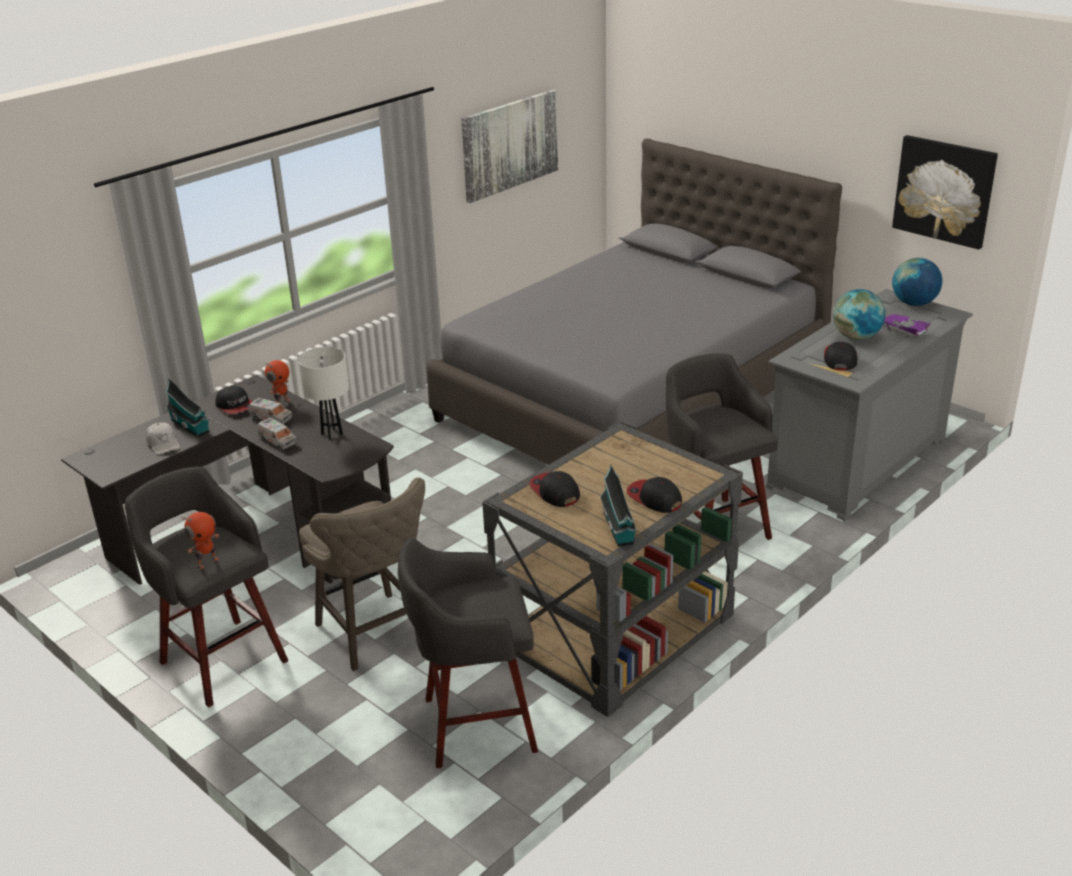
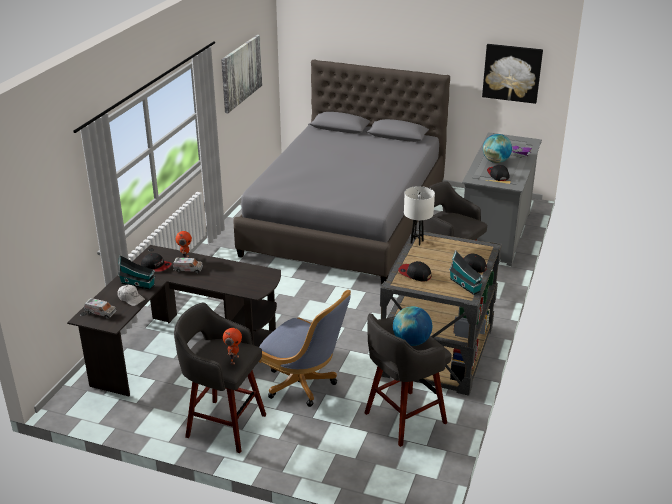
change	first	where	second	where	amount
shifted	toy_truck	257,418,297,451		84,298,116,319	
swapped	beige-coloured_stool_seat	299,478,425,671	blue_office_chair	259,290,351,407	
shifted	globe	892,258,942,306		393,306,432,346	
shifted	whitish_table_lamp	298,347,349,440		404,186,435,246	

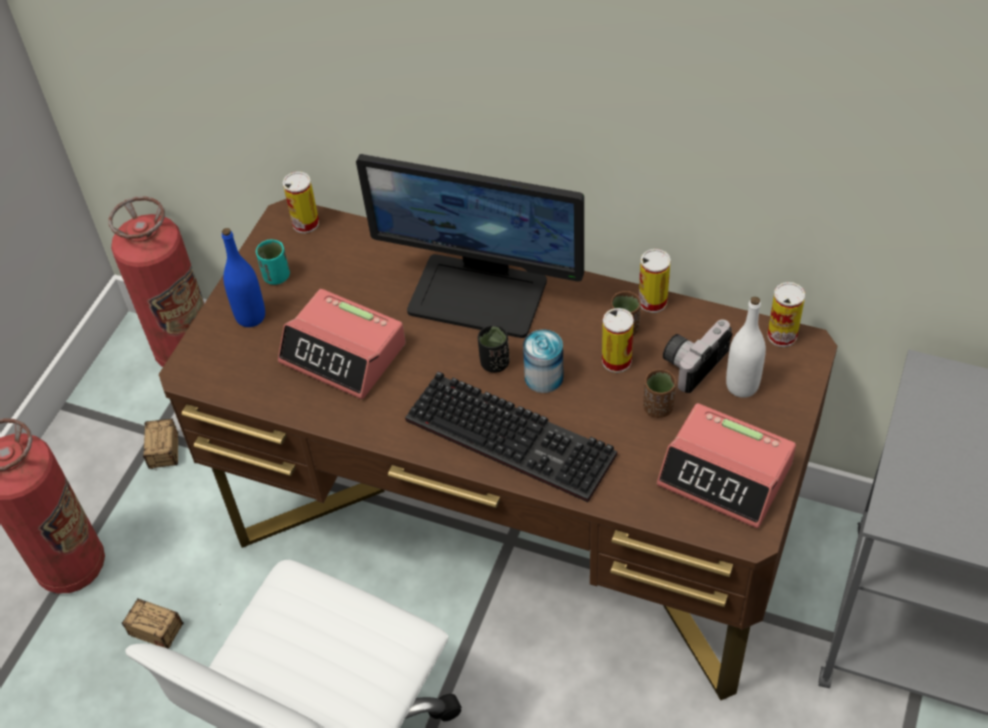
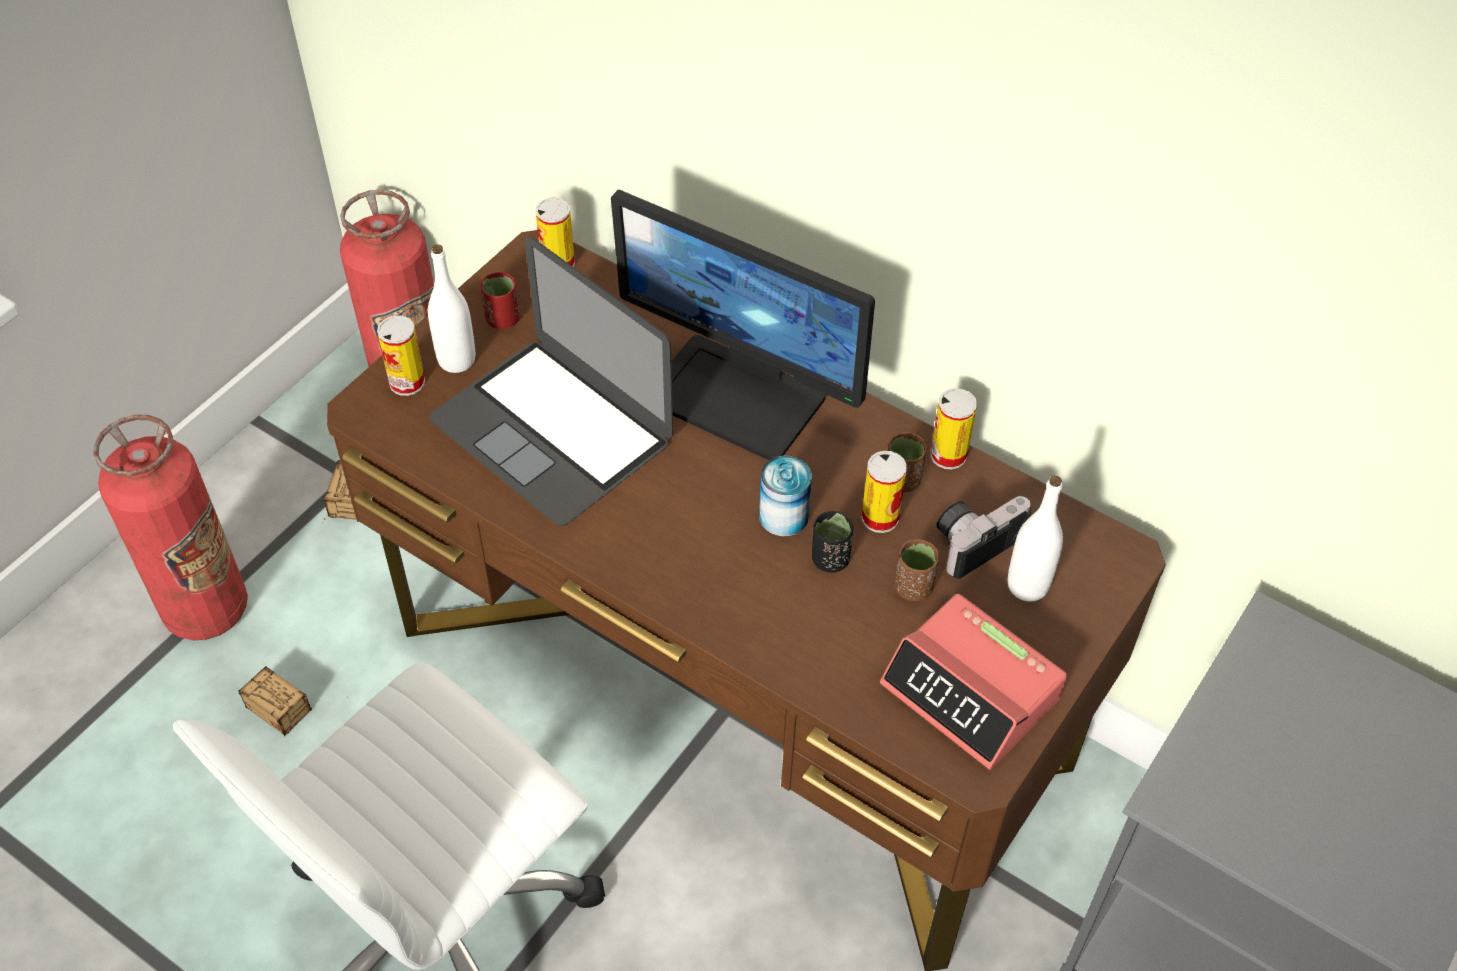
change	first	where	second	where	amount
shifted	metal_can	767,282,805,347		377,315,425,396	
repainted	blue_bottle	222,228,265,327	whitish_bottle	428,244,475,373	
swapped	alarm_clock	278,289,406,399	notebook_computer	430,236,673,526	
repainted	turquoise-coloured_drinking_cup	256,239,290,285	red-coloured_drinking_cup	481,272,520,329	
shifted	blackish_drinking_cup	478,325,510,373		812,511,853,573	
gone	PC_keyboard	405,371,617,502			

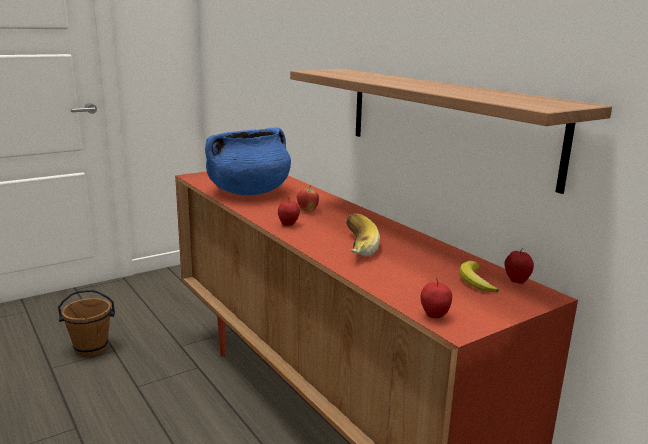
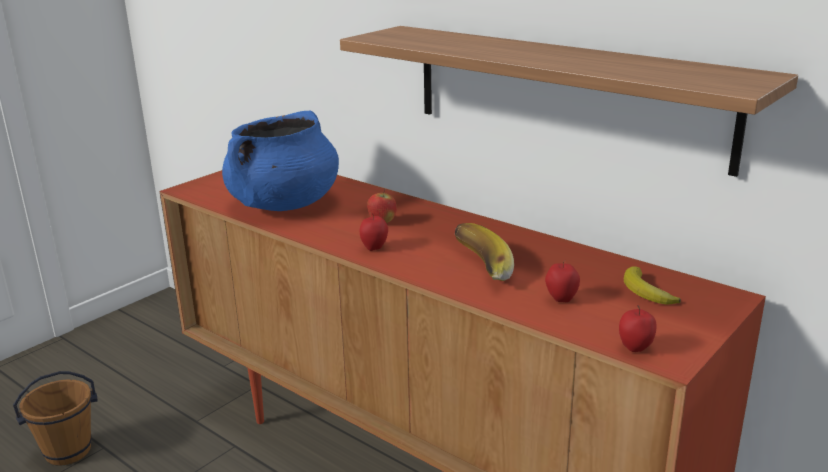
change	first	where	second	where	amount
shifted	apple	504,248,534,284		545,259,580,302	

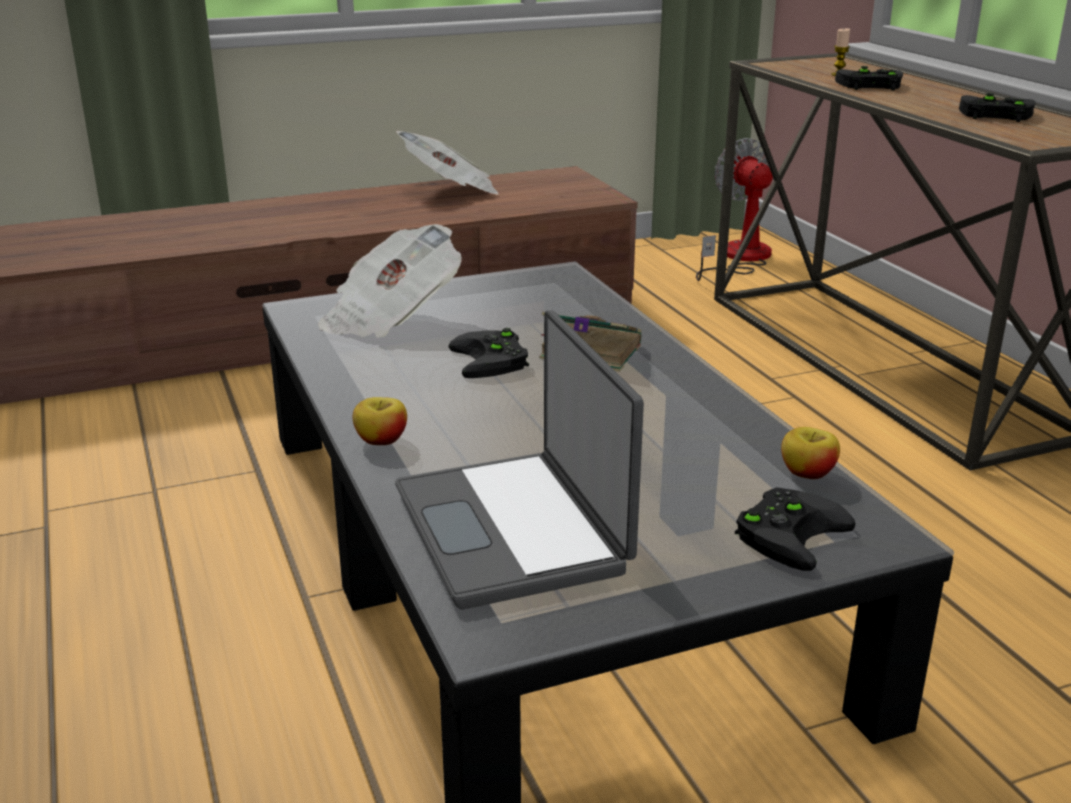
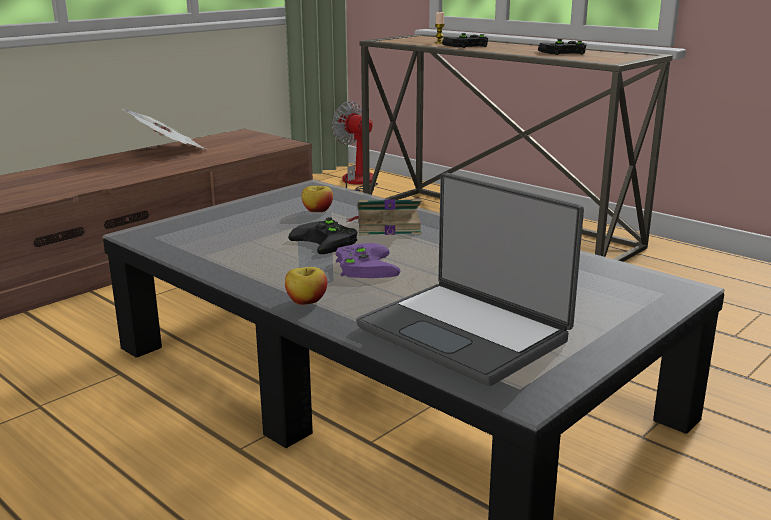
change	first	where	second	where	amount
shifted	apple	781,427,840,479		301,186,333,212	
new			purplish_gamepad	336,243,401,278	
gone	daily_paper	318,224,462,338			
gone	blackish_gamepad	735,487,856,571			

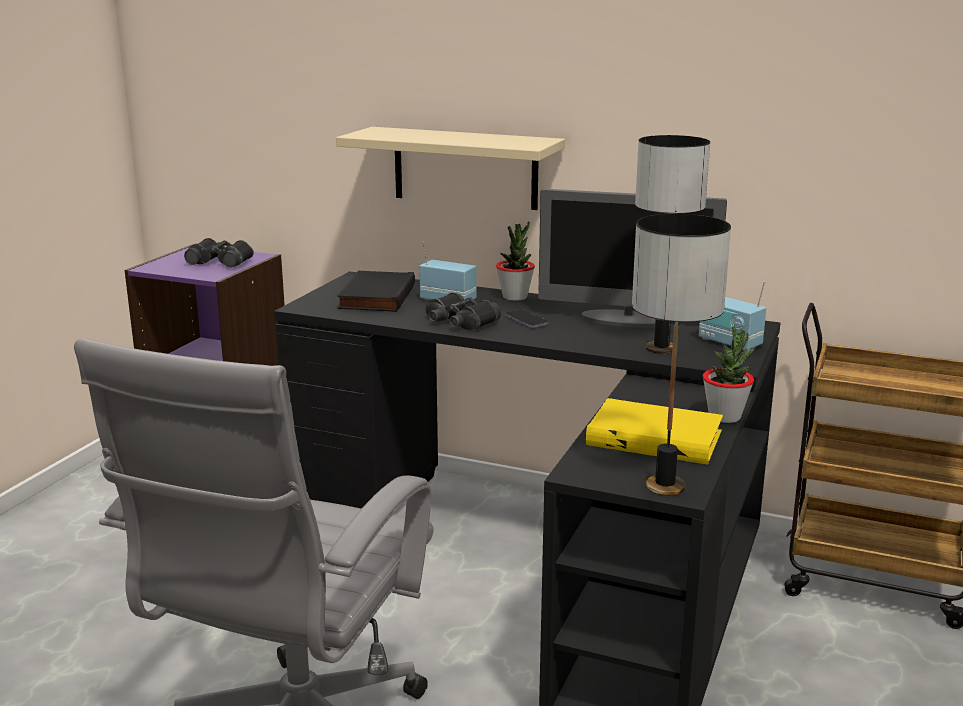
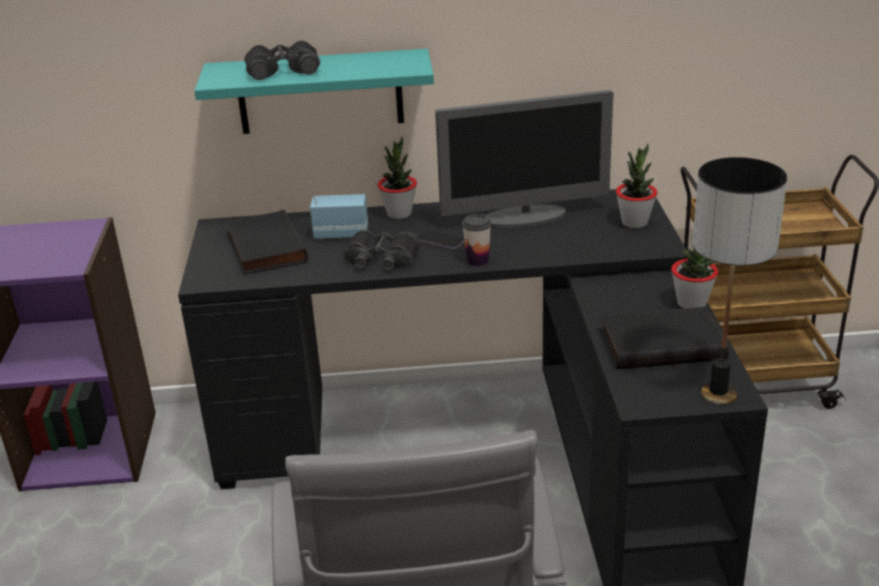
change	first	where	second	where	amount
repainted	beige-coloured_shelf	336,127,565,210	turquoise-coloured_shelf	195,49,434,134	
shifted	blackish_field_glasses	184,238,254,268		244,41,320,80	
new			drinking_cup	462,214,492,266	
repainted	yellowish_book	586,398,723,464	blackish_book	600,307,729,369	
swapped	radio_set	699,282,766,351	potted_plant	616,144,657,228	
gone	table_lamp	635,135,710,354			

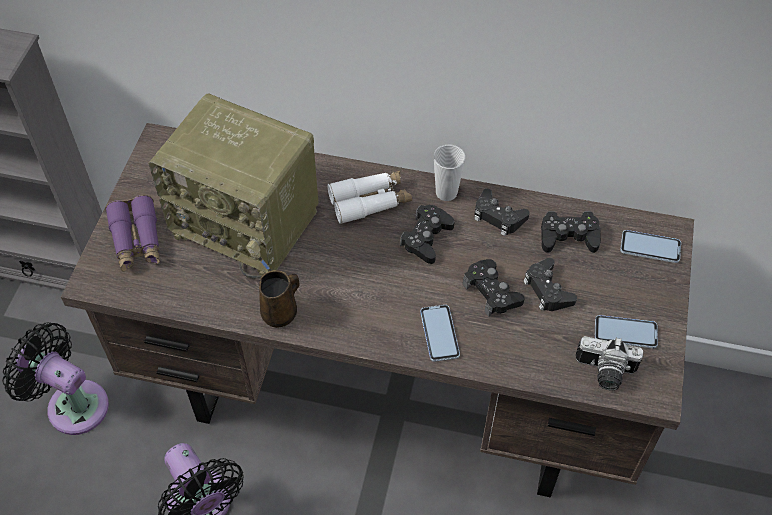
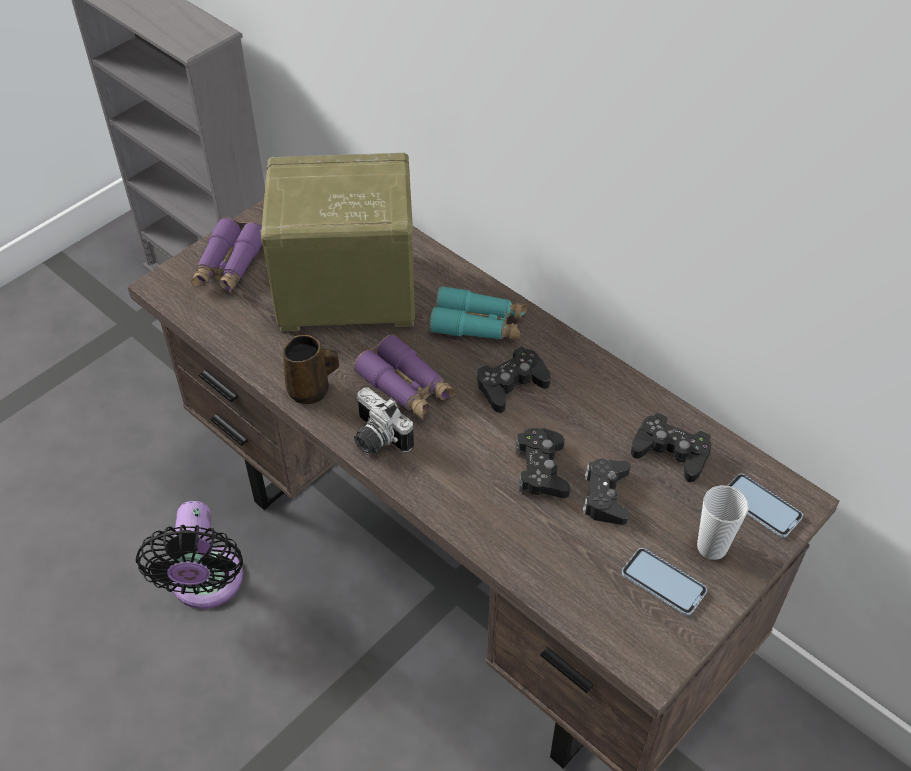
change	first	where	second	where	amount
rotated	radio_set	148,93,319,279		261,153,415,332	120 degrees clockwise
new			purplish_field_glasses	354,334,455,419	
shifted	photo_camera	576,336,643,390		354,387,414,455	
repainted	whitish_field_glasses	327,171,412,224	turquoise-coloured_field_glasses	430,286,527,340	
shifted	drinking_cup	434,145,465,201		697,485,749,560	
gone	blackish_electric_fan	2,322,109,435			
gone	telephone	420,305,460,362			
gone	blackish_gamepad	474,189,529,236			

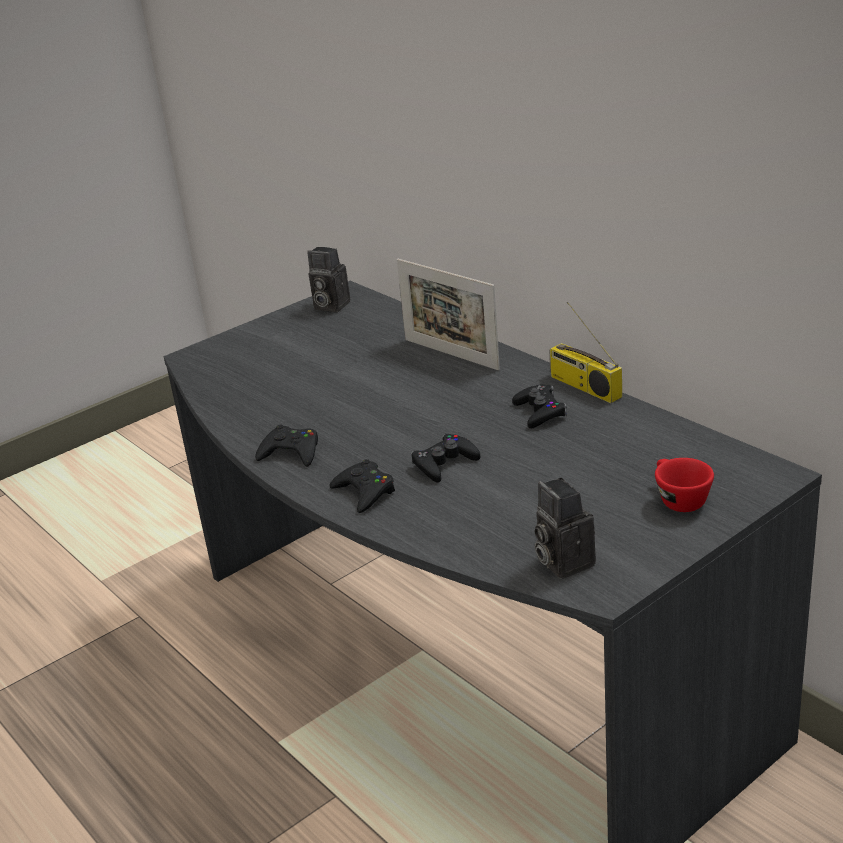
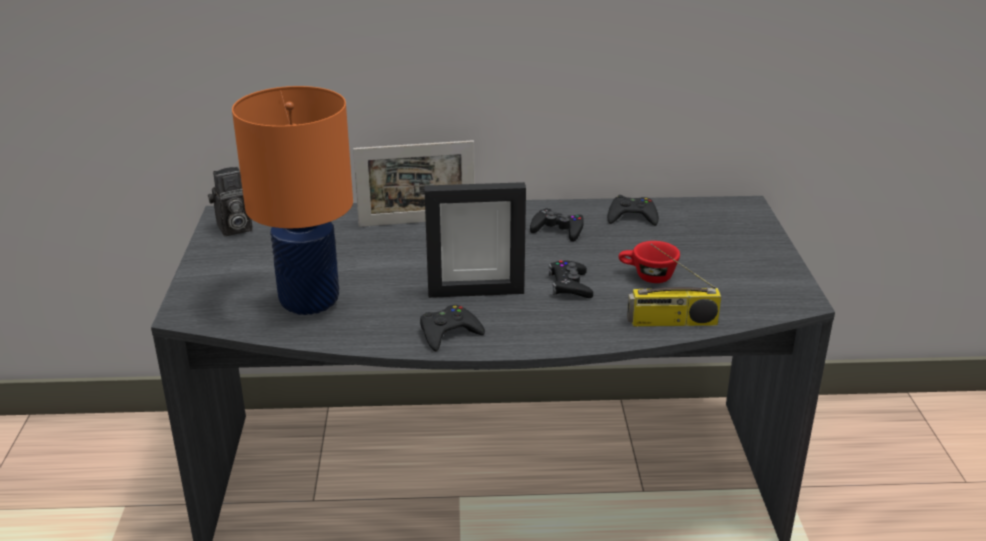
change	first	where	second	where	amount
new			orange-coloured_table_lamp	232,86,353,315	
new			photo_frame	424,182,526,298	
shifted	blackish_gamepad	330,459,395,513		607,195,659,226	
shifted	red-coloured_drinking_cup	655,458,714,512		619,241,680,283	
shifted	radio_set	549,302,622,403		627,244,721,327	
gone	photo_camera	534,477,596,579			

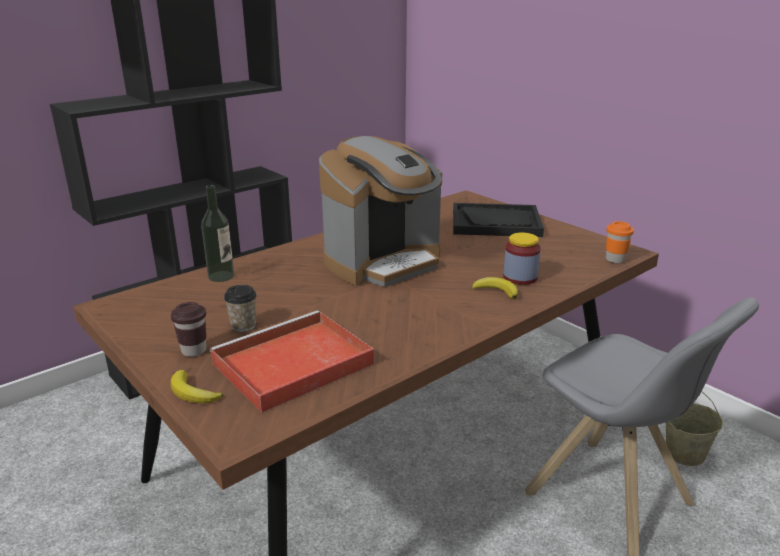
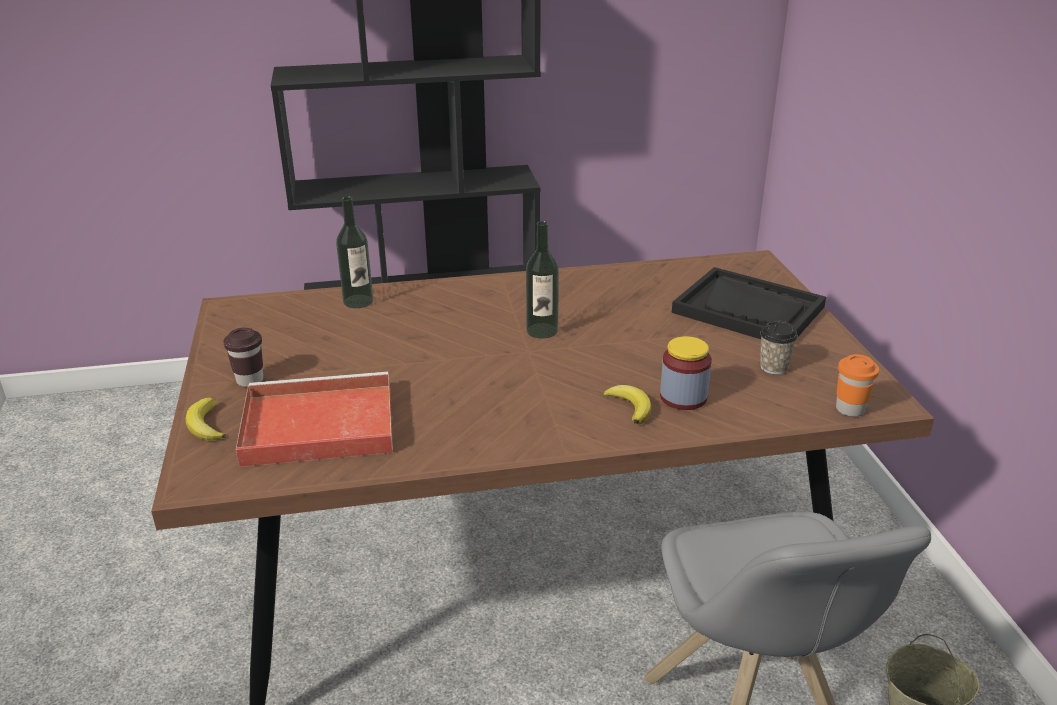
change	first	where	second	where	amount
swapped	coffee_brewer	319,136,442,287	bottle	526,221,559,339	
shifted	drinking_cup	224,285,257,332		760,320,798,375	

